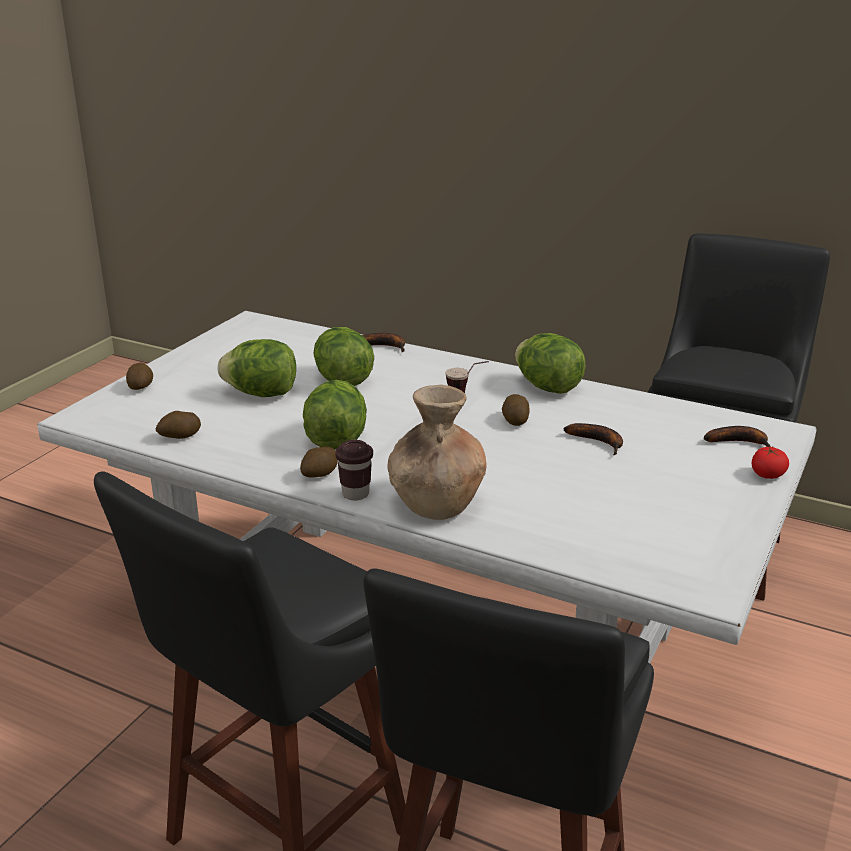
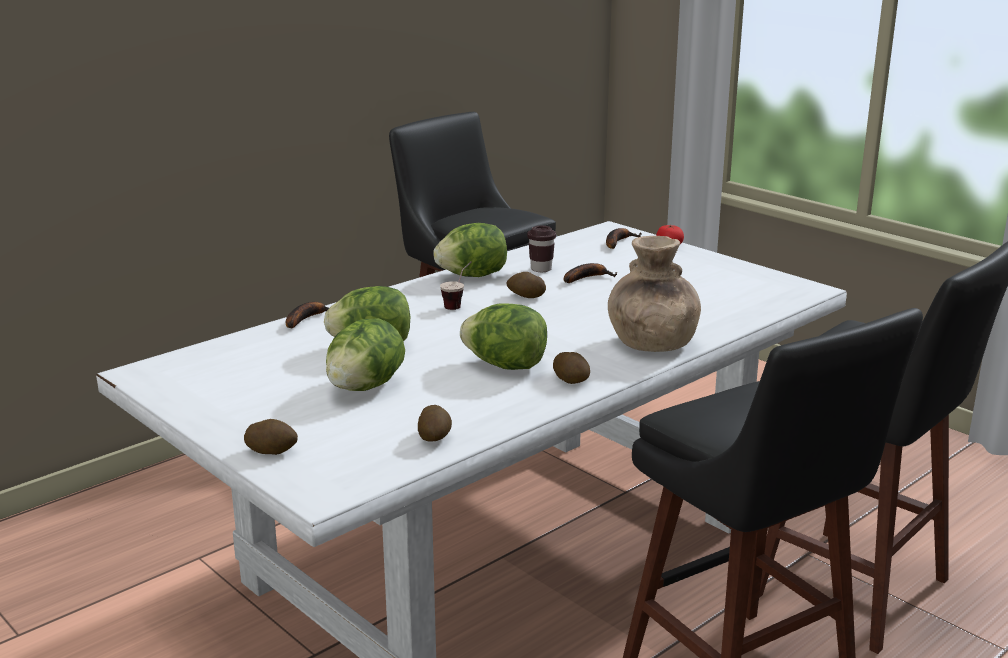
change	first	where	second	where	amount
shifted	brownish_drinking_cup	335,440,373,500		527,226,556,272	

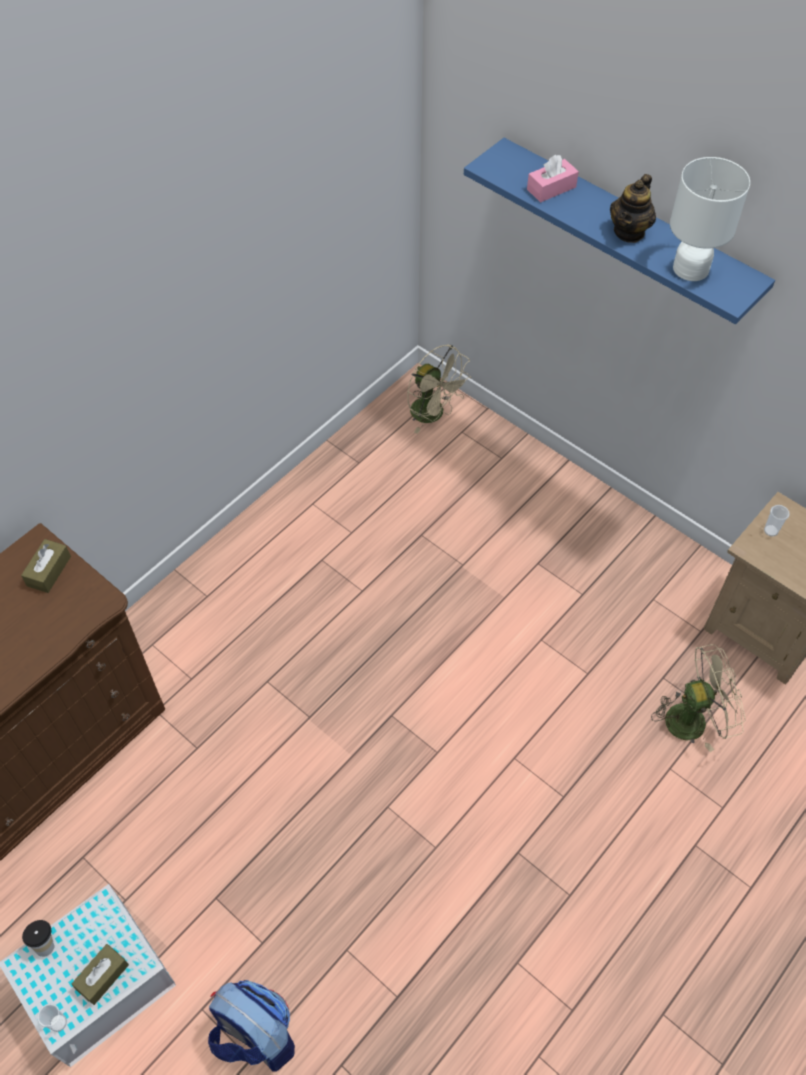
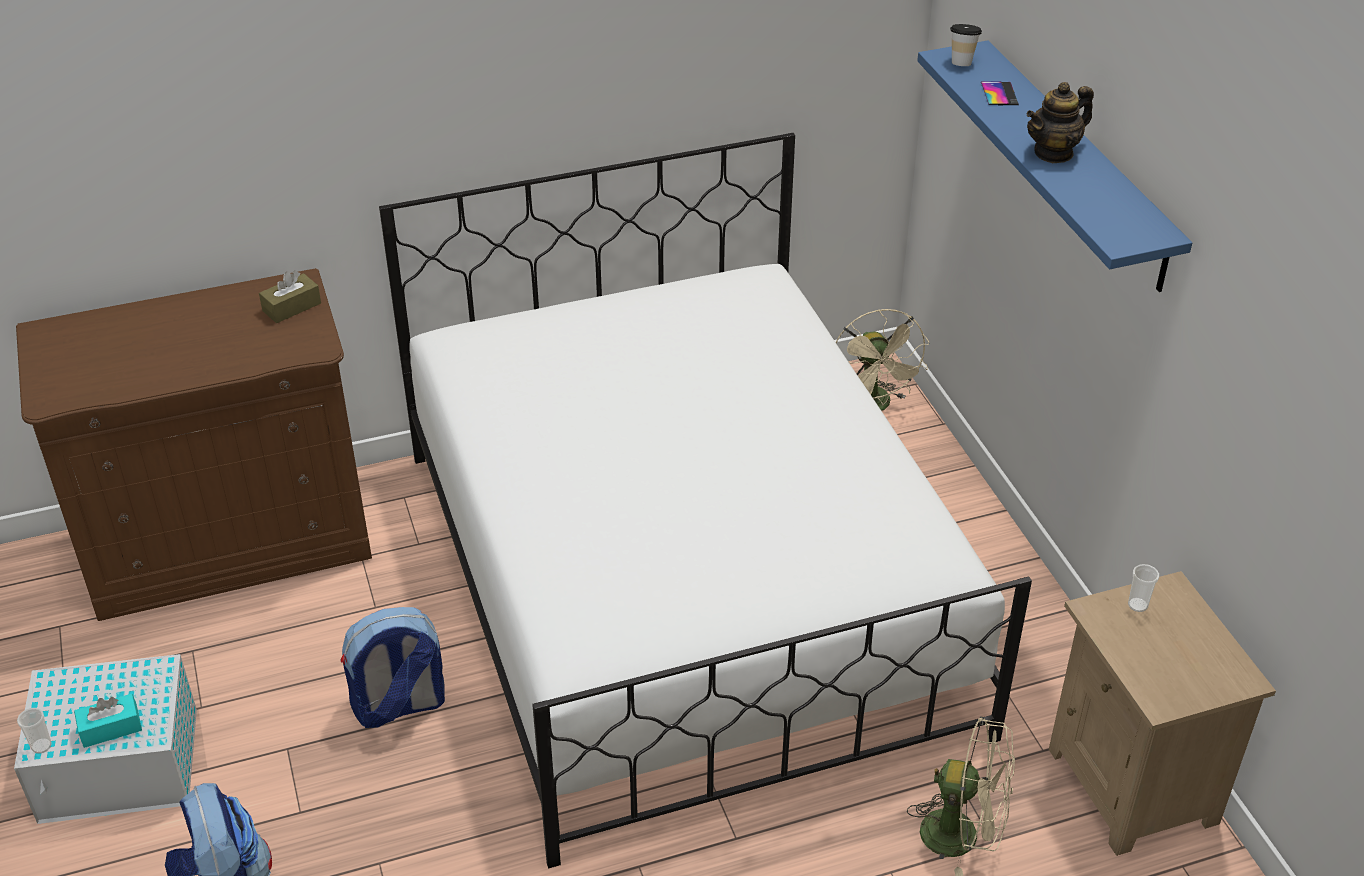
change	first	where	second	where	amount
repainted	brownish_tissue_box	71,944,129,1005	turquoise-coloured_tissue_box	74,694,142,748	
new			rucksack	341,607,445,728	
new			whitish_bedroom_bed	379,133,1032,868	
shifted	drinking_cup	22,920,54,957		950,24,982,66	
swapped	pink_tissue_box	527,155,579,203	telephone	981,81,1019,105	
gone	whitish_table_lamp	670,157,750,281			

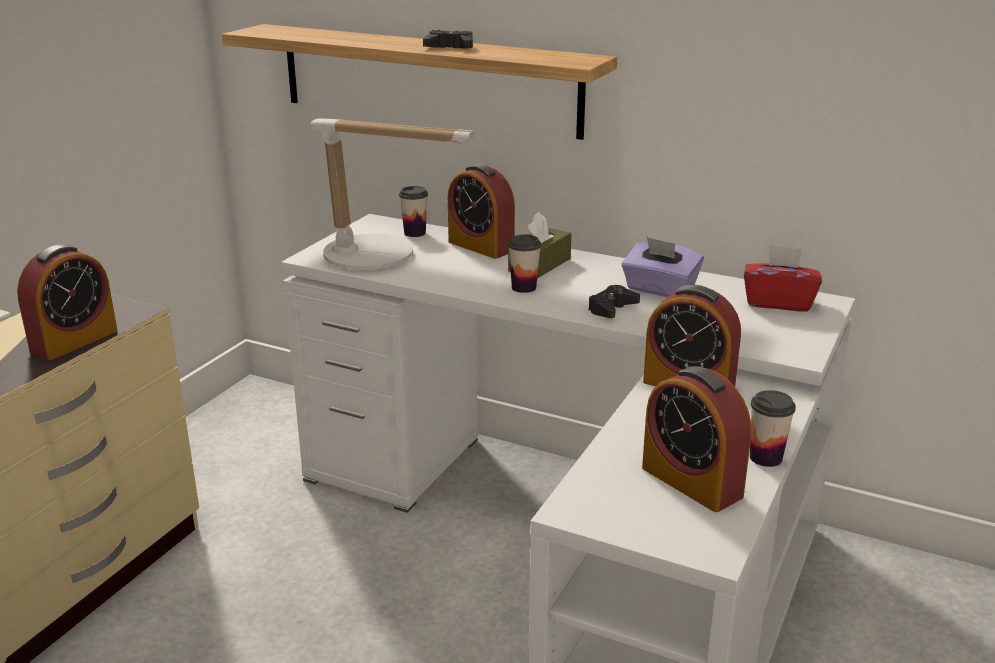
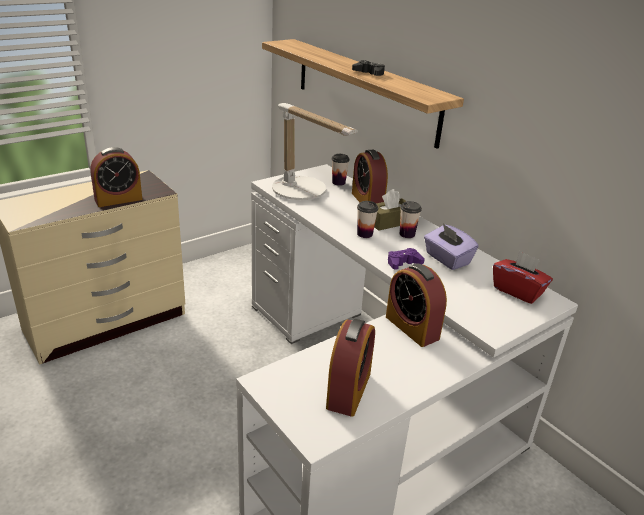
change	first	where	second	where	amount
rotated	alarm_clock	642,366,751,512		326,319,375,417	150 degrees counterclockwise
repainted	blackish_gamepad	588,285,640,318	purplish_gamepad	388,248,425,270	
shifted	drinking_cup	750,390,796,467		400,201,422,238	

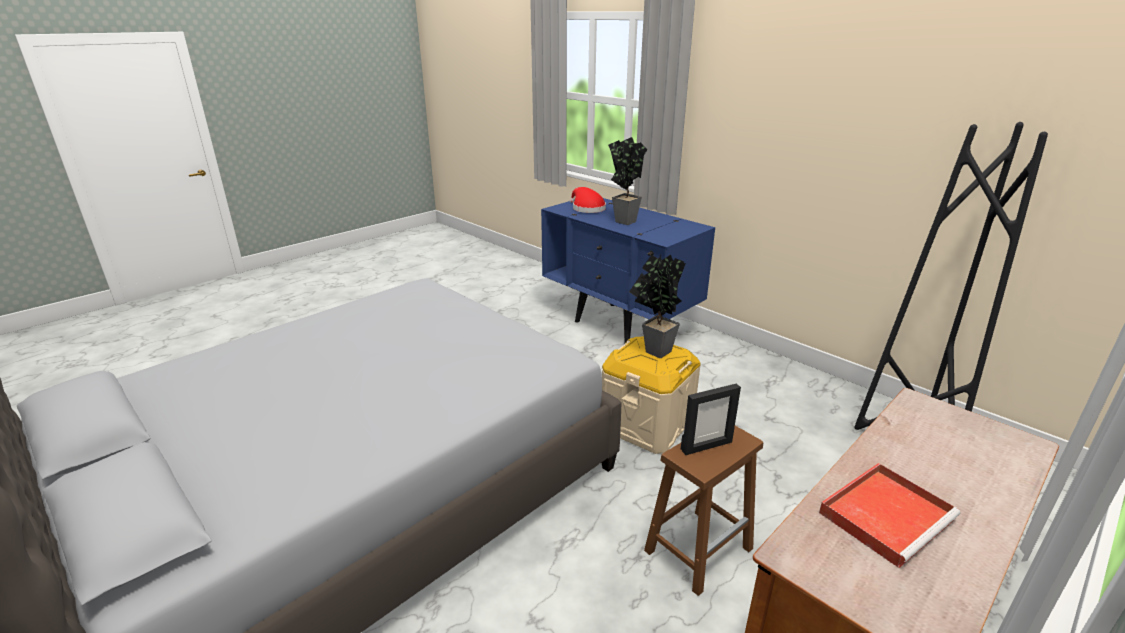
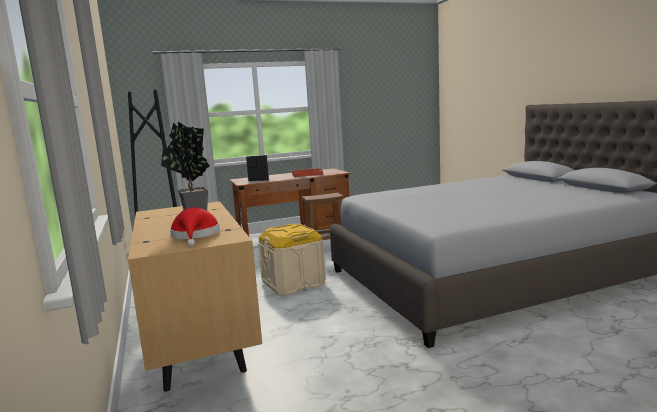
change	first	where	second	where	amount
repainted	blue_dresser	541,198,715,343	beige-coloured_dresser	128,202,262,392	
shifted	photo_frame	681,383,741,455		246,155,269,181	
gone	potted_plant	629,254,686,358			

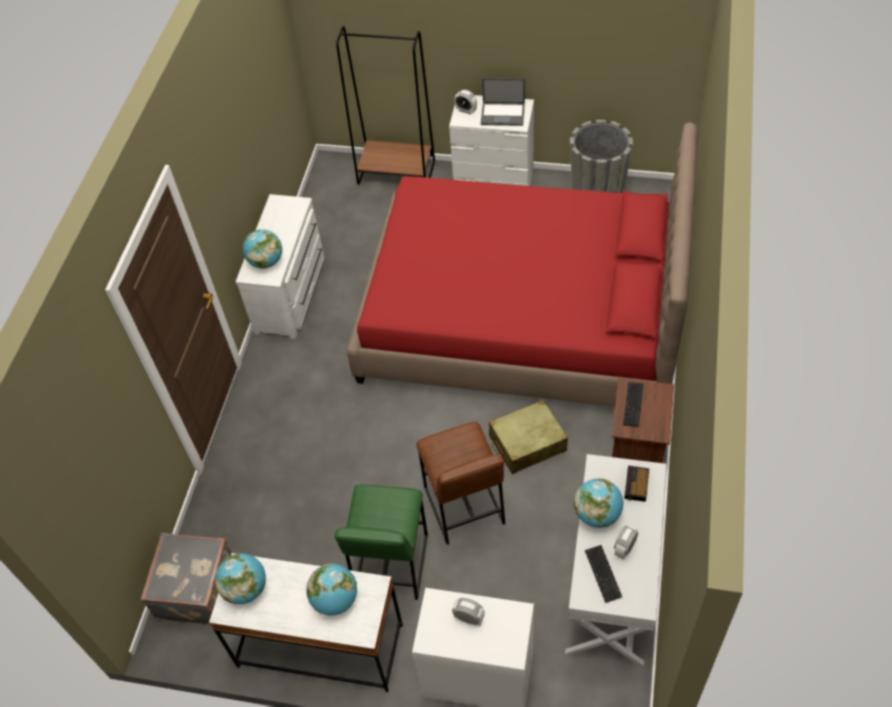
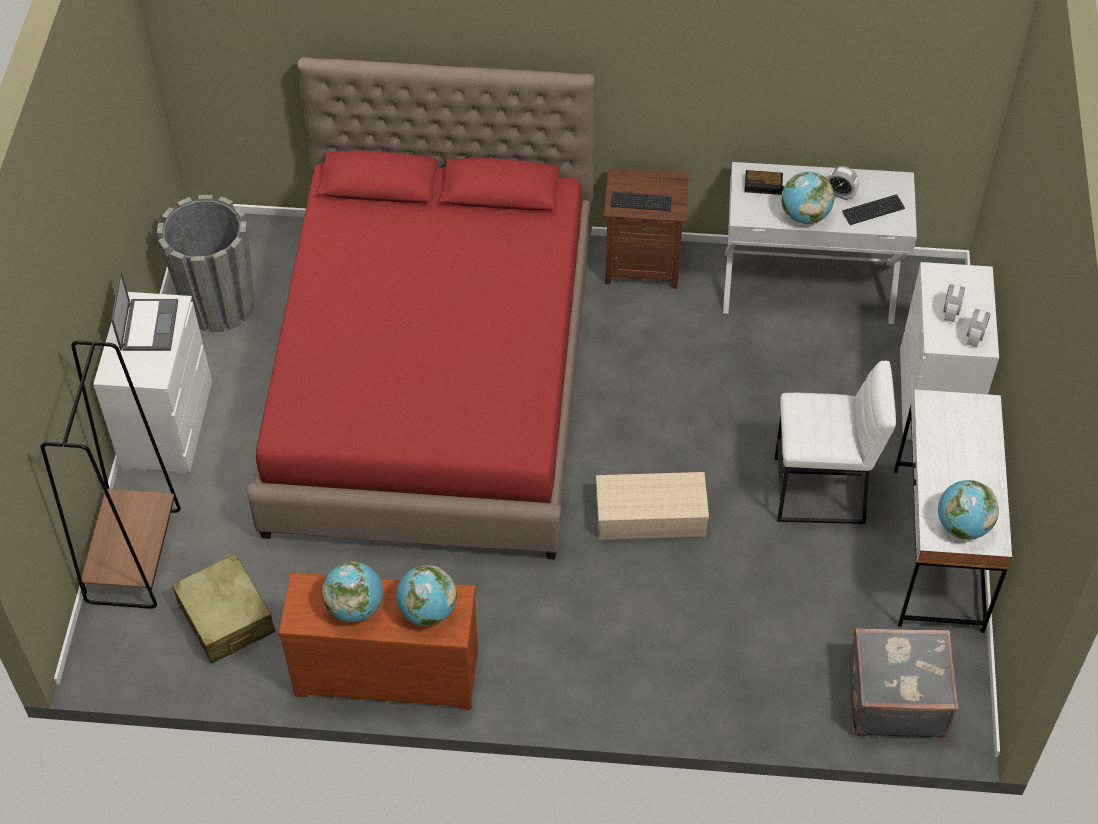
change	first	where	second	where	amount
shifted	beige-coloured_piece_of_luggage	489,400,568,474		172,554,276,664	
repainted	whitish_dresser	235,194,324,339	brownish_dresser	278,572,478,710	
shifted	globe	307,564,357,615		322,561,383,622	
new			beige-coloured_storage_container	596,472,709,540	
repainted	greenish_upright_chair	334,484,428,600	whitish_upright_chair	775,361,896,524	
shifted	alarm_clock	454,90,477,114		967,308,990,347	
gone	brownish_upright_chair	416,422,505,544			

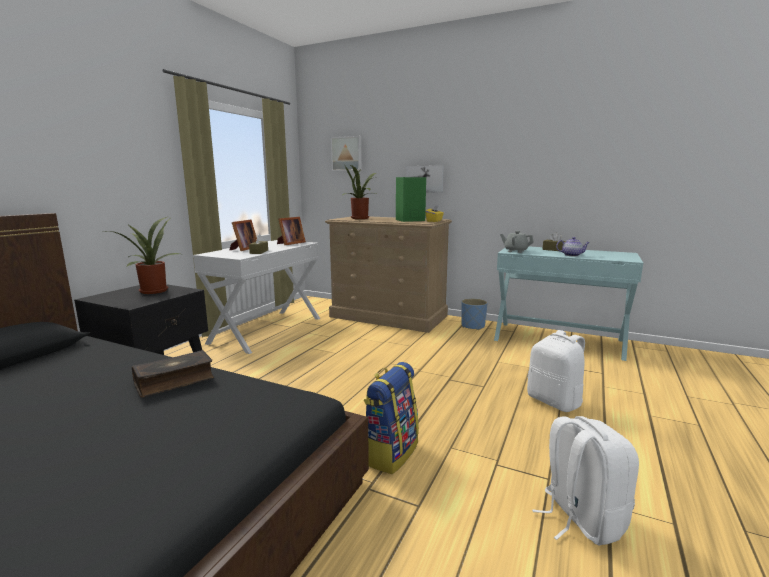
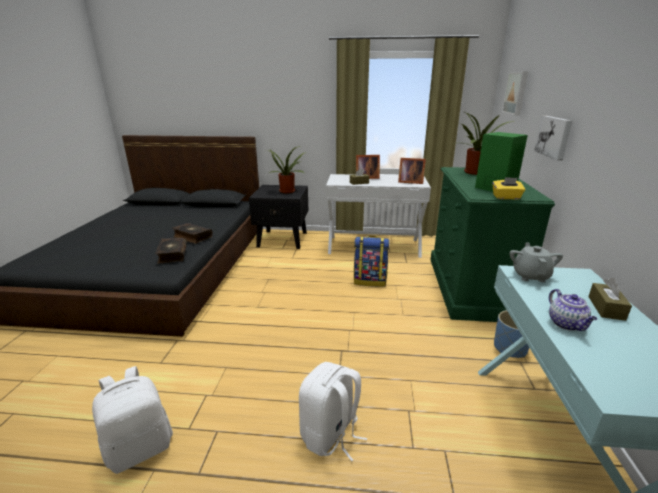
change	first	where	second	where	amount
new			book	155,238,187,264	
shifted	rucksack	364,362,419,474		354,236,390,287	
repainted	beige-coloured_dresser	325,216,452,333	greenish_dresser	431,167,555,322	

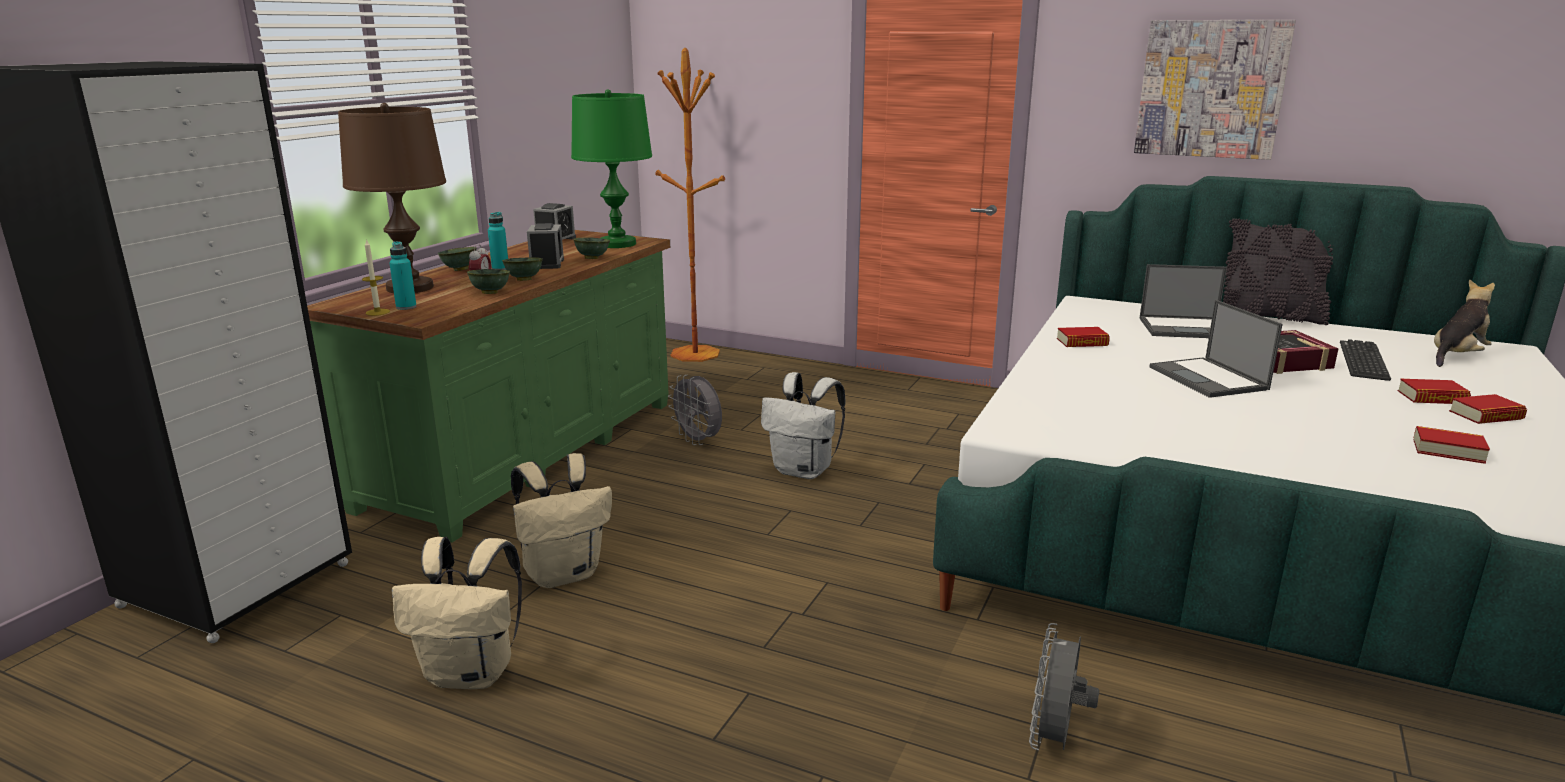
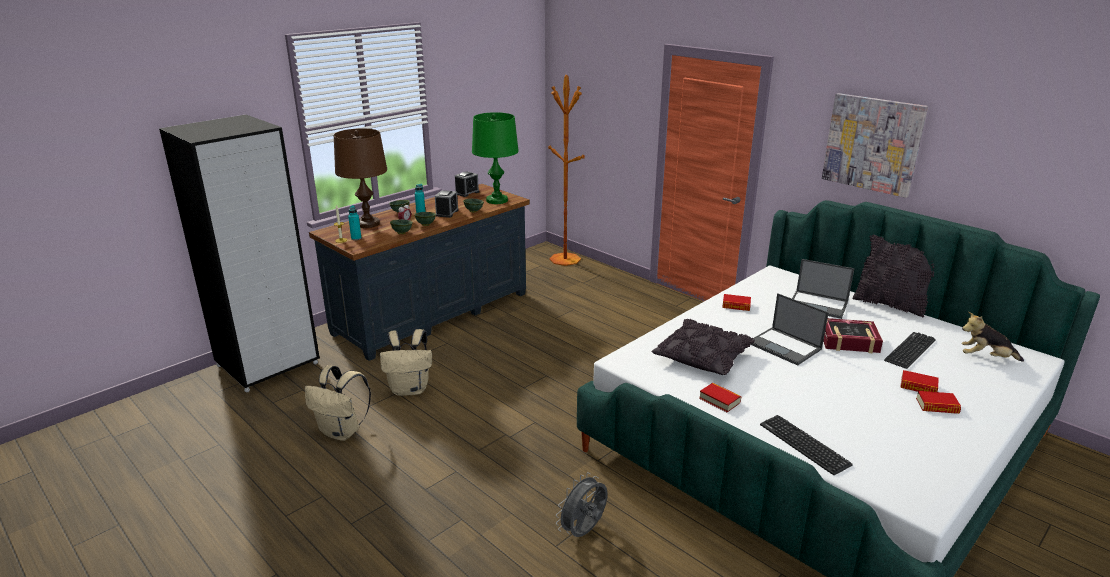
change	first	where	second	where	amount
repainted	greenish_dresser	307,230,670,543	blue_dresser	309,184,530,361	
new			blackish_throw_pillow	651,319,755,375	
shifted	book	1413,426,1490,464		699,383,741,412	
rotated	notebook_computer	1149,300,1283,398		751,293,829,365	45 degrees counterclockwise
new			PC_keyboard	760,415,853,475	
rotated	plush_toy	1434,279,1495,367		962,312,1024,362	150 degrees counterclockwise
gone	gray_electric_fan	668,375,722,445			
gone	whitish_rucksack	761,372,846,479			

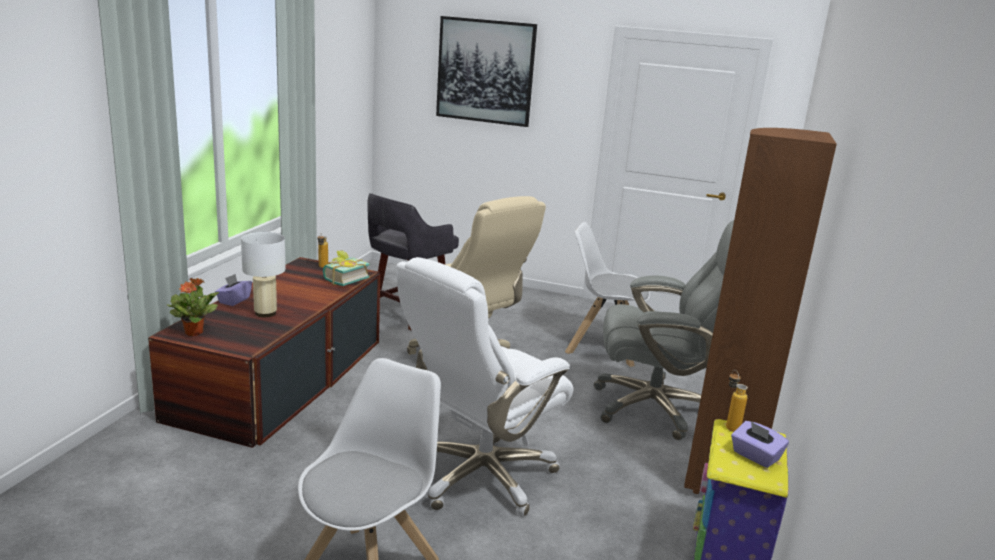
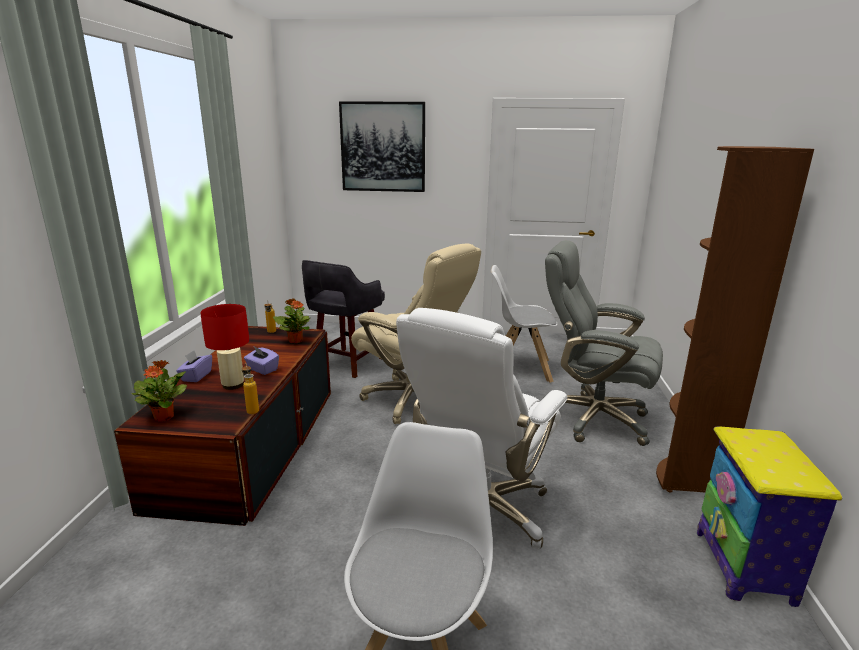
change	first	where	second	where	amount
repainted	whitish_table_lamp	241,232,286,317	red-coloured_table_lamp	201,304,249,390	
shifted	bottle	726,370,748,432		242,363,259,414	
shifted	purplish_tissue_box	731,421,789,468		244,347,279,375	
swapped	book	323,250,370,286	potted_plant	273,299,310,343	
rotated	gray_office_chair	594,220,734,440		544,240,663,446	150 degrees counterclockwise

